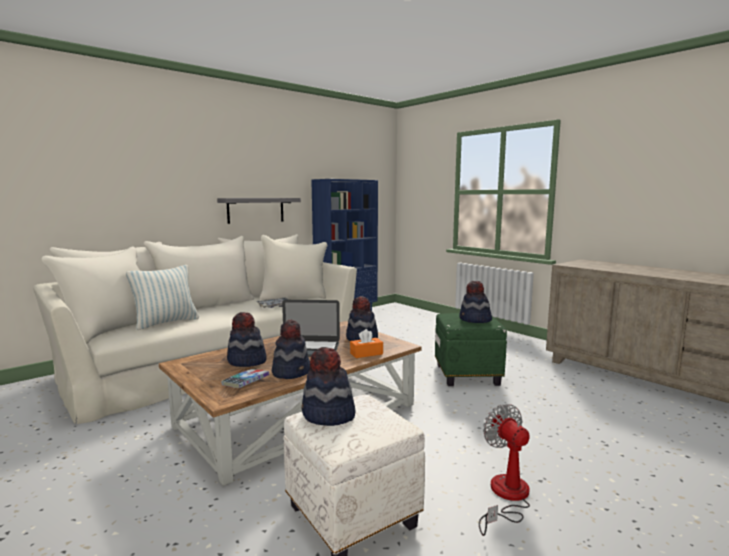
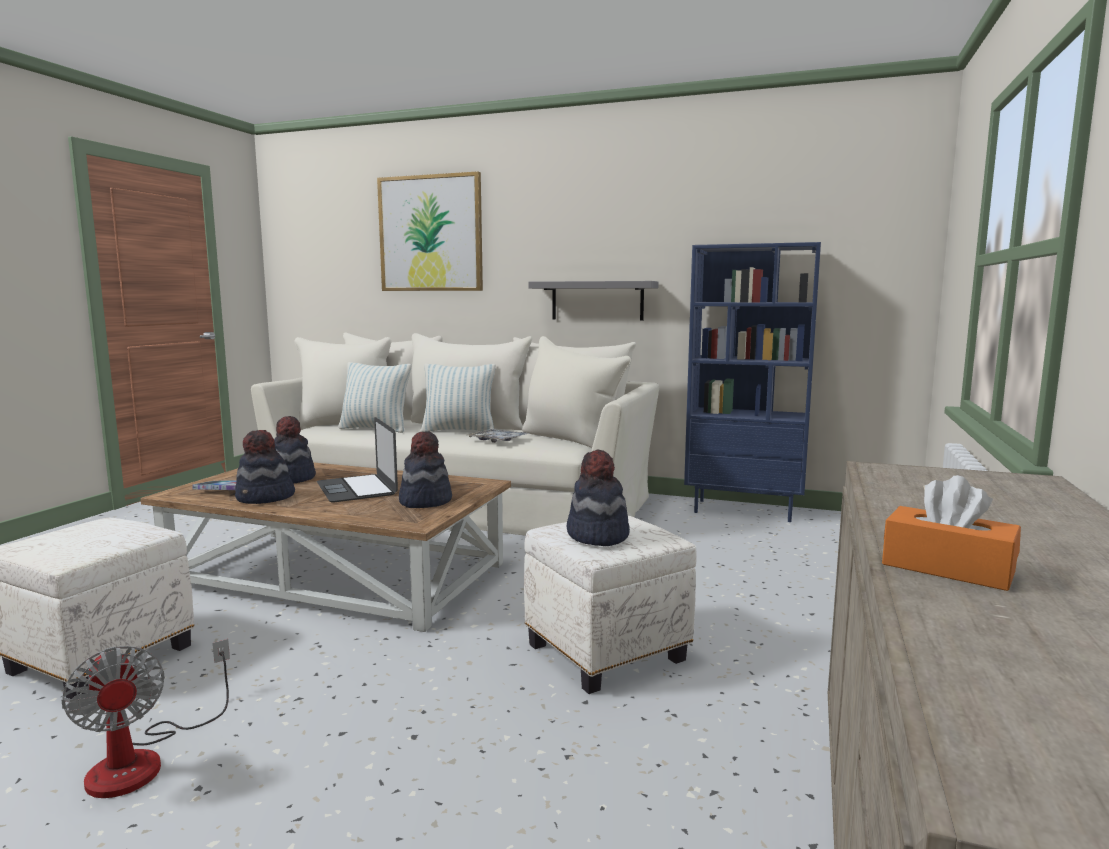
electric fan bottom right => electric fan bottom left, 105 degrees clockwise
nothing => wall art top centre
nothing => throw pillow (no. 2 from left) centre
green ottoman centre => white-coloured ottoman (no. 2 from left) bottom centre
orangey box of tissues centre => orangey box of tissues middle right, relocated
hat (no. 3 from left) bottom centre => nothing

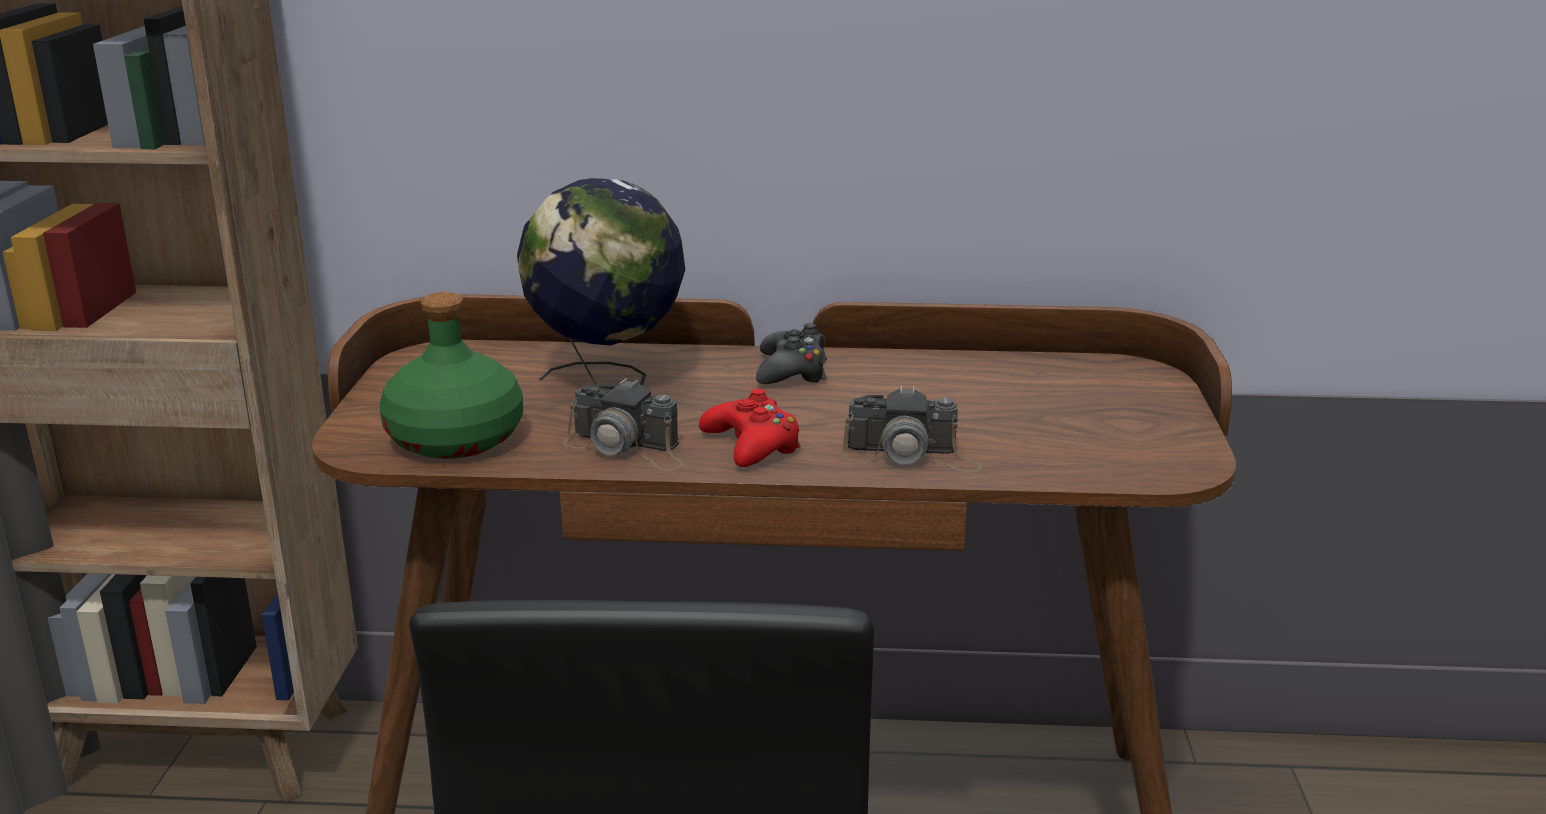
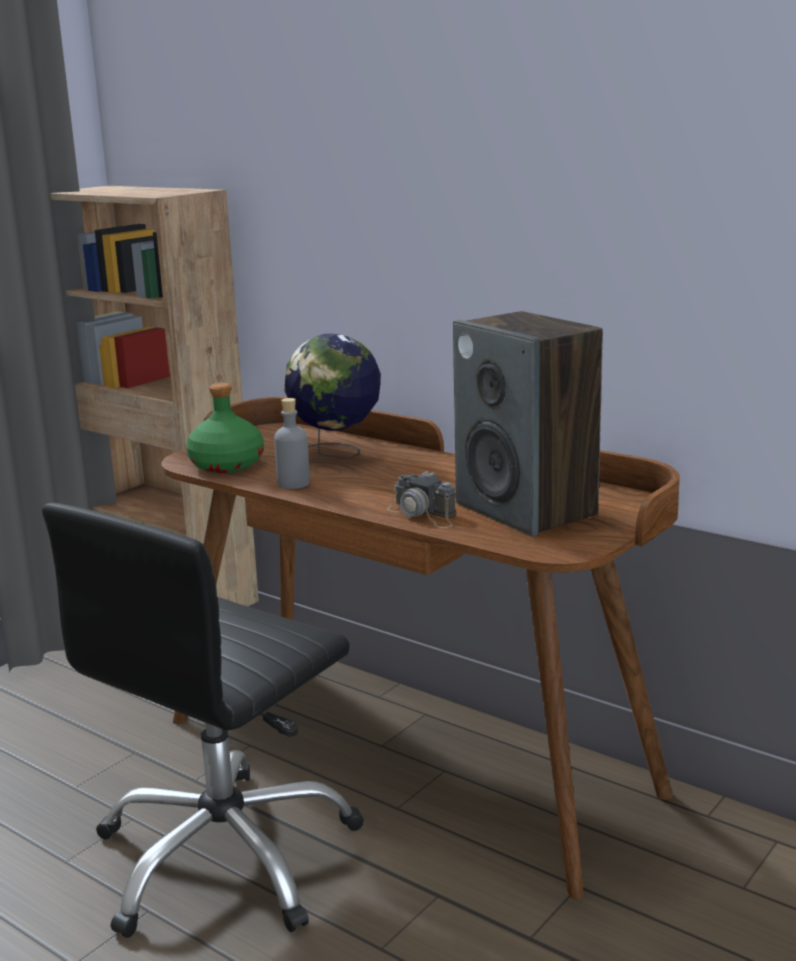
still camera (no. 1 from left) centre => gray drink bottle centre
nothing => speaker centre
red joypad centre => nothing
blackish joypad centre => nothing

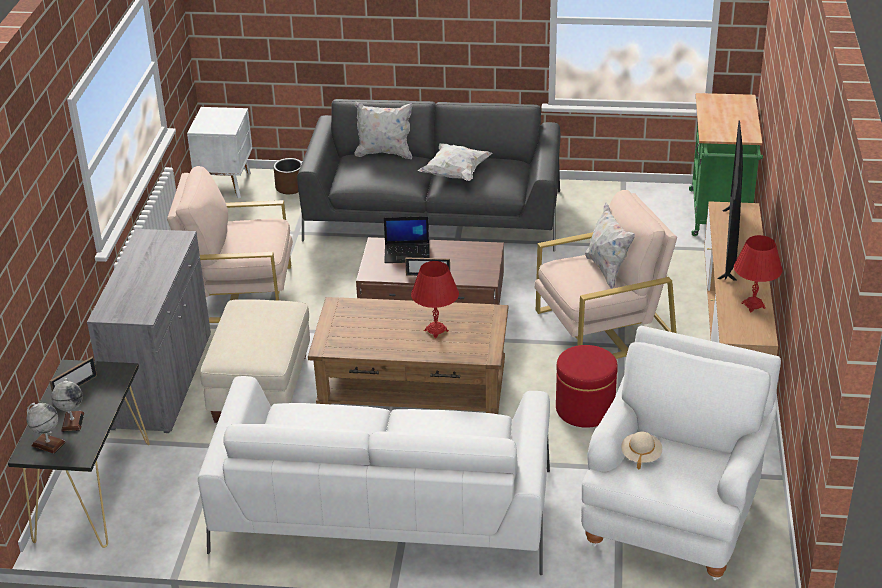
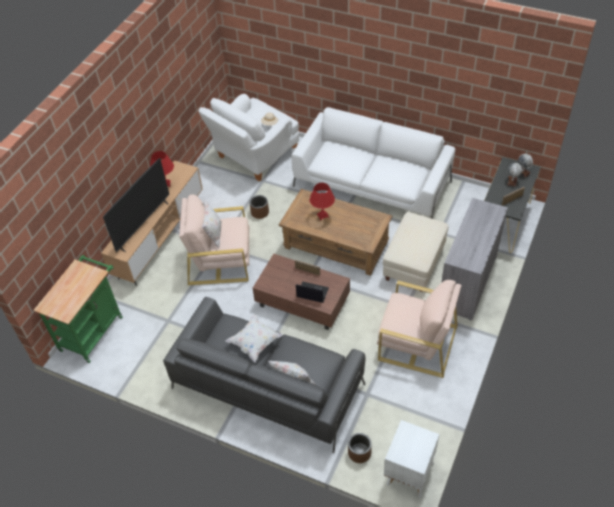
red ottoman centre => brown flower pot (no. 1 from left) centre

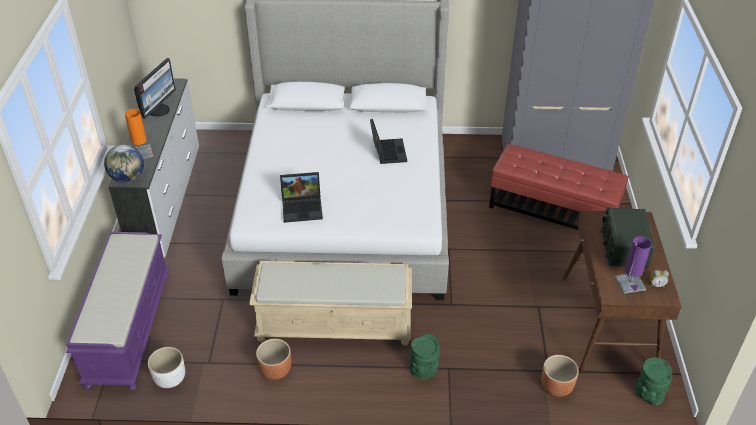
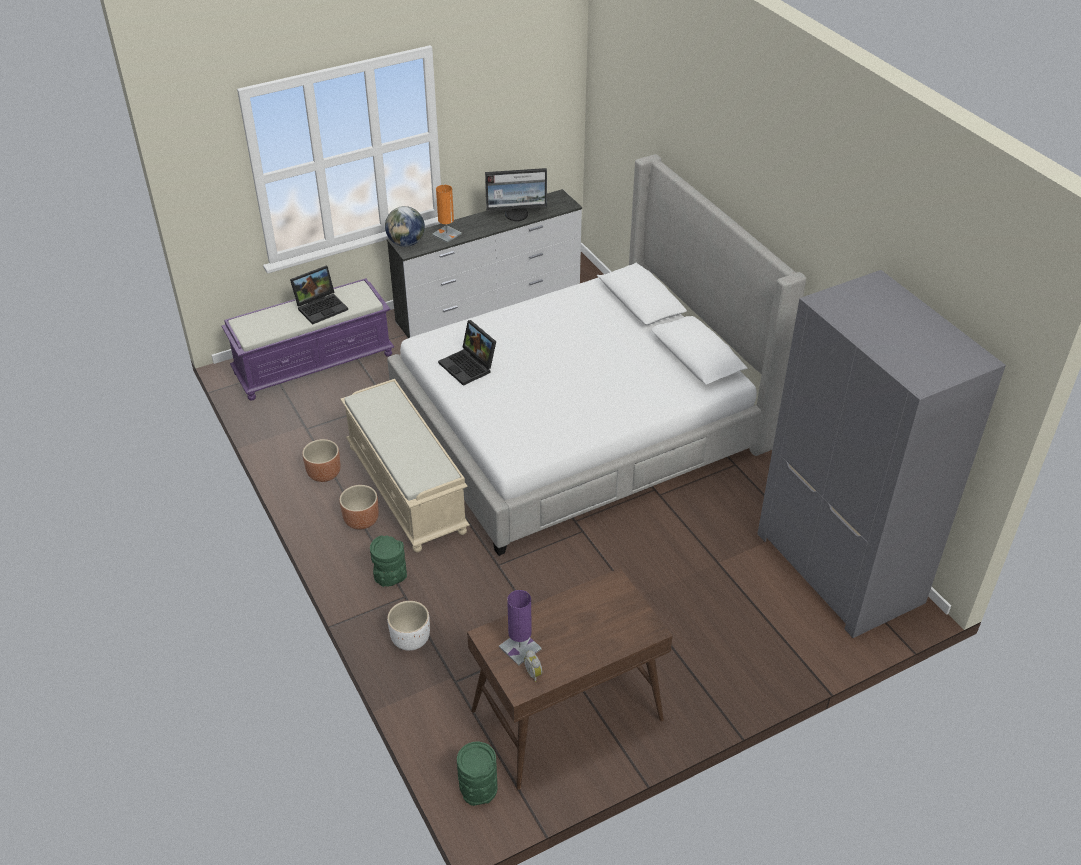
portable computer (no. 2 from left in the first image) top centre => portable computer (no. 1 from left) middle left, relocated
brown flower pot (no. 2 from left) bottom right => brown flower pot (no. 2 from left) middle left, relocated
white-coloured flower pot bottom left => white-coloured flower pot bottom centre, relocated
red ottoman middle right => nothing
radio receiver middle right => nothing

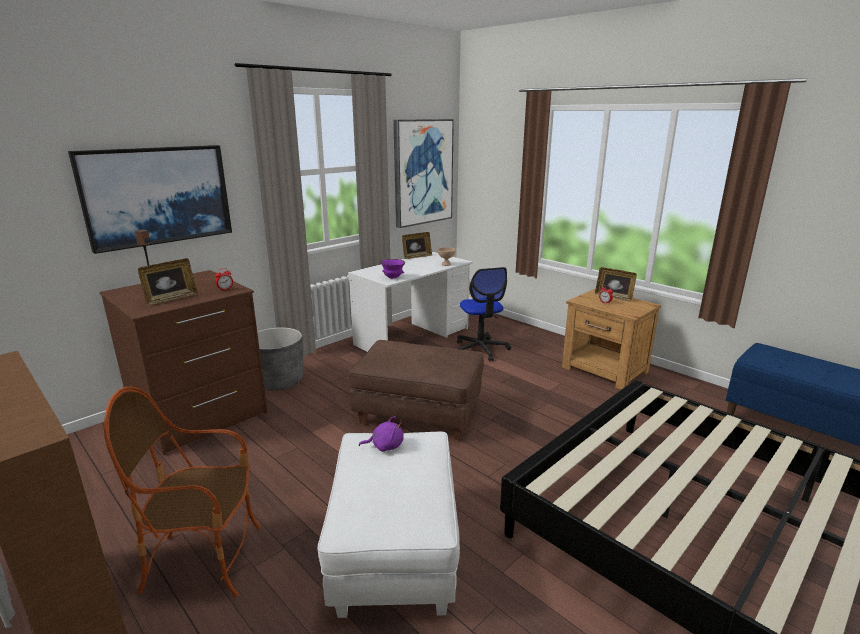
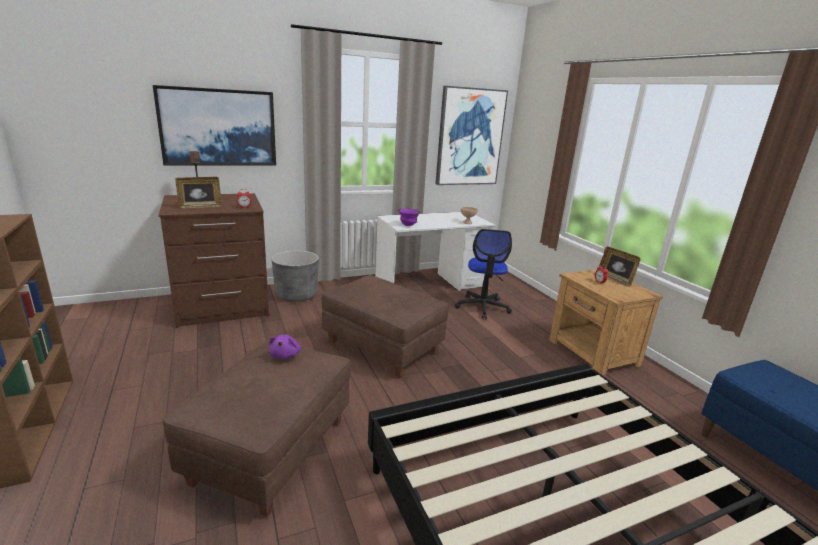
white-coloured ottoman bottom centre => brown ottoman (no. 1 from left) bottom left
purplish plush toy bottom centre => purplish plush toy centre, 75 degrees clockwise
lounge chair bottom left => nothing
photo frame (no. 2 from left) centre => nothing

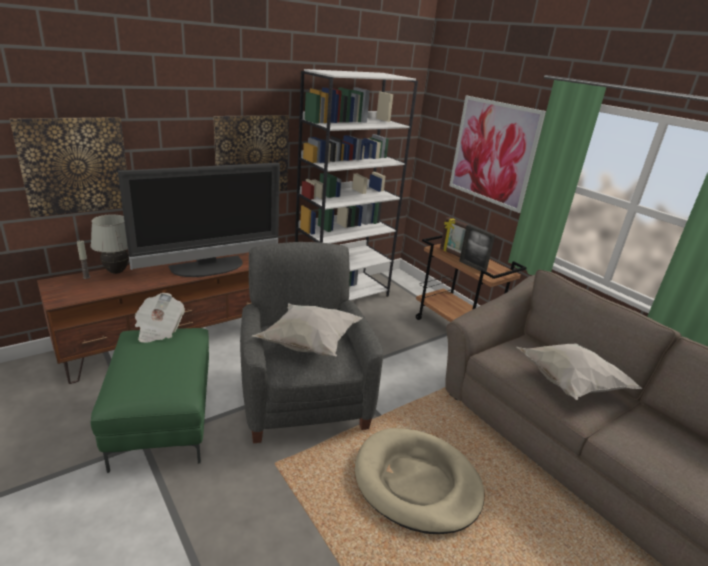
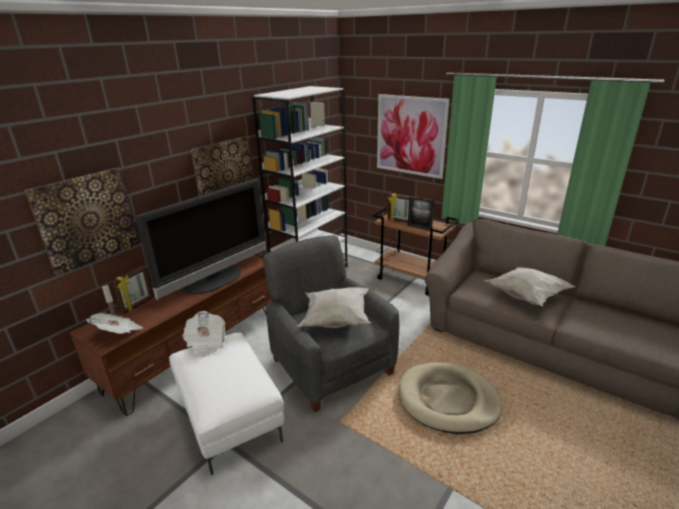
nothing => daily paper (no. 1 from left) middle left
white-coloured lamp for a table middle left => photo frame (no. 1 from left) middle left
green ottoman bottom left => white-coloured ottoman bottom left

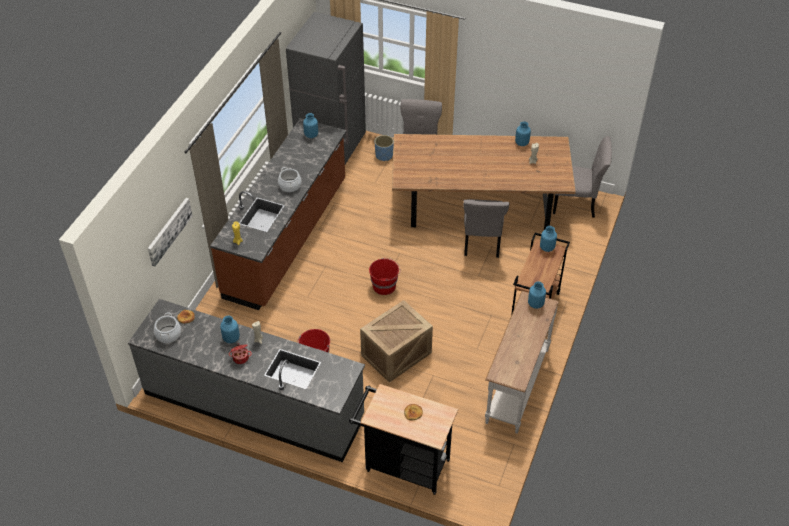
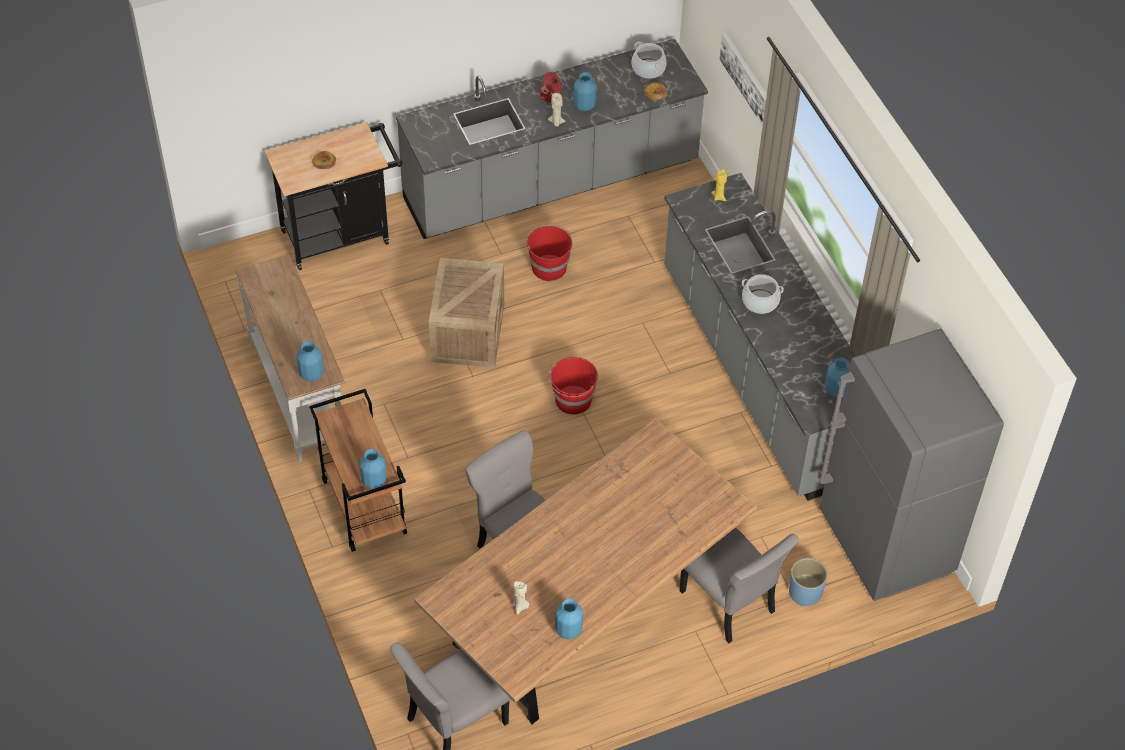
brown kitchen base unit centre => gray kitchen base unit (no. 2 from left) middle right

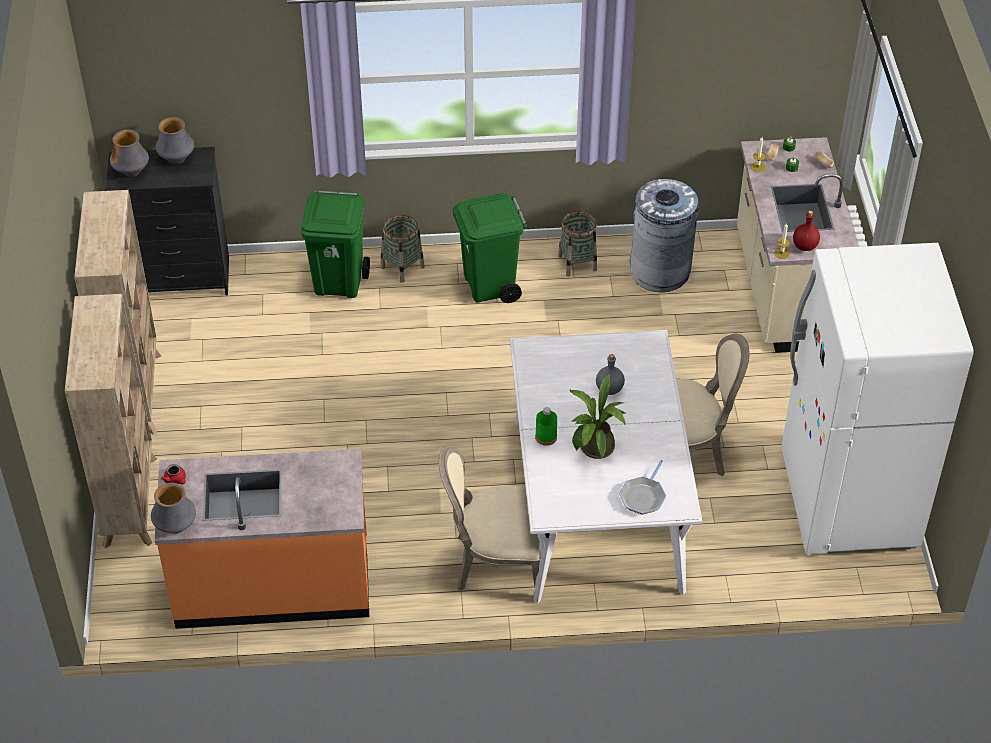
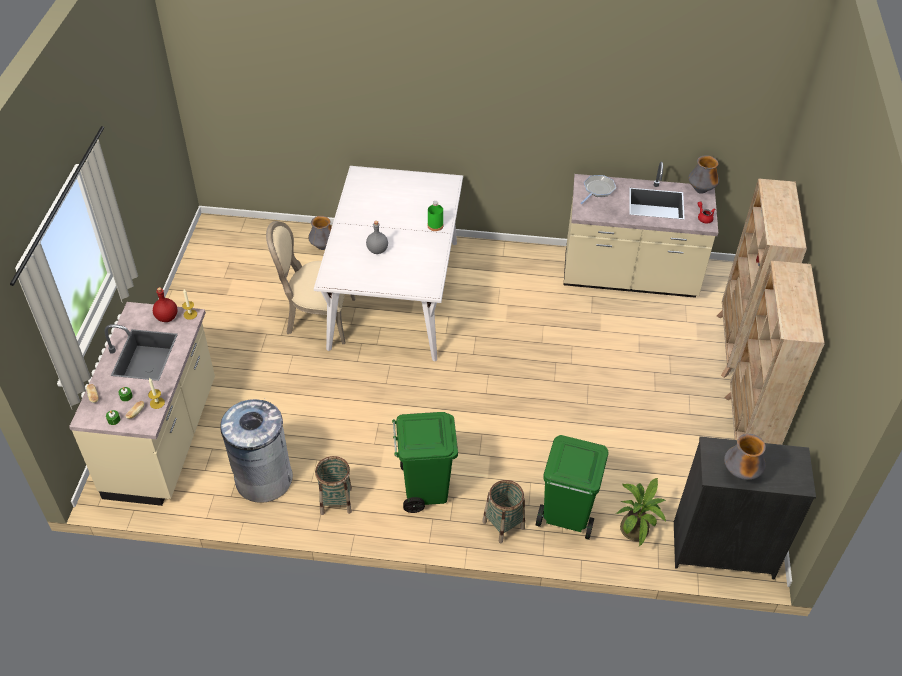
flower vase (no. 1 from left) top left => flower vase (no. 1 from left) centre, relocated
orangey kitchen base unit bottom left => beige kitchen base unit (no. 2 from left) middle right
pan centre => pan top centre, relocated
potted plant centre => potted plant bottom right, relocated
beige plain chair (no. 1 from left) bottom centre => nothing
white-coloured fridge middle right => nothing

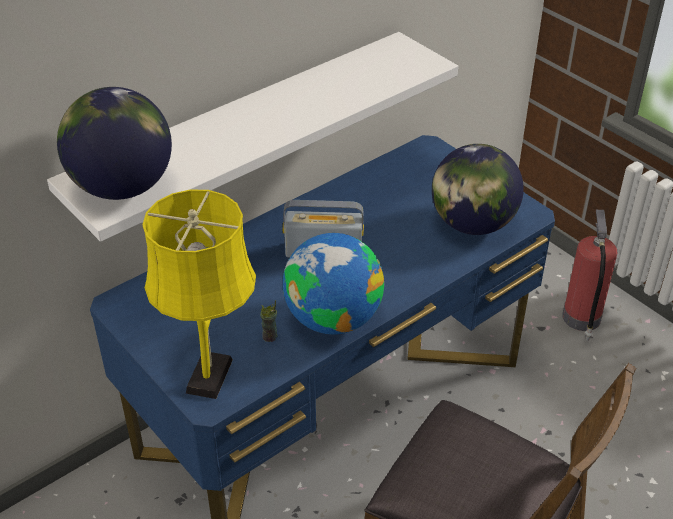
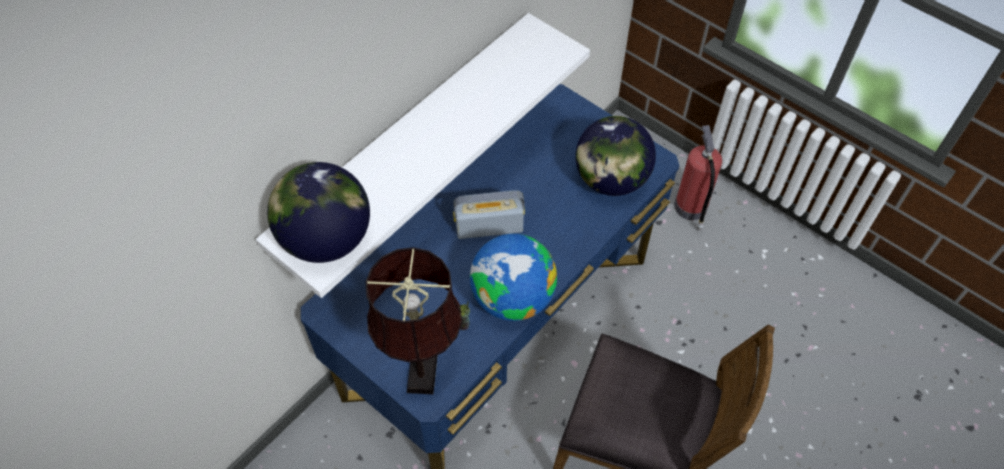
yellowish lamp for a table middle left => brown lamp for a table bottom centre

